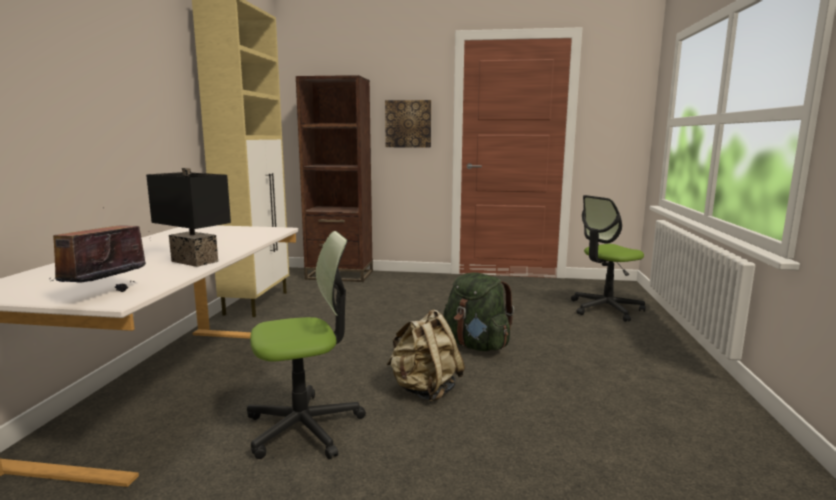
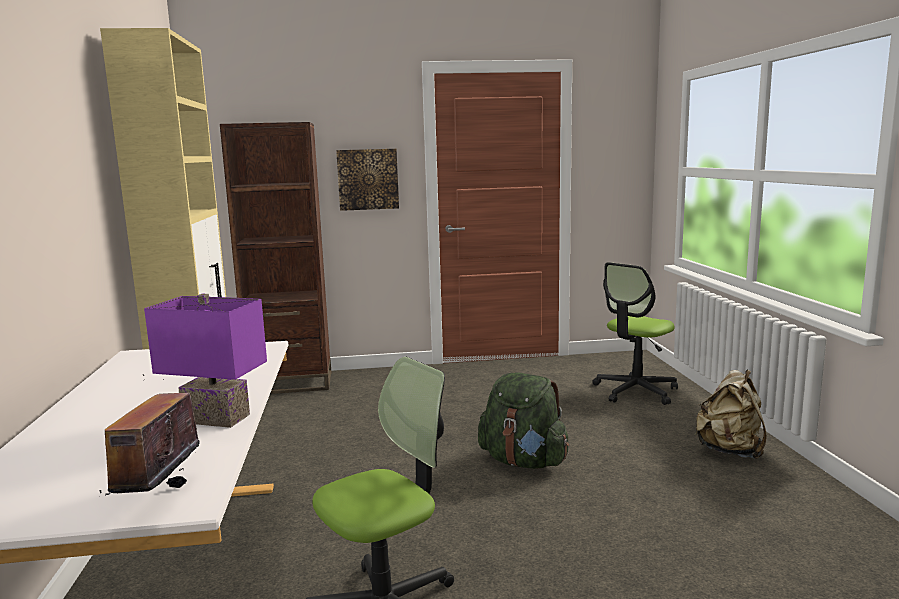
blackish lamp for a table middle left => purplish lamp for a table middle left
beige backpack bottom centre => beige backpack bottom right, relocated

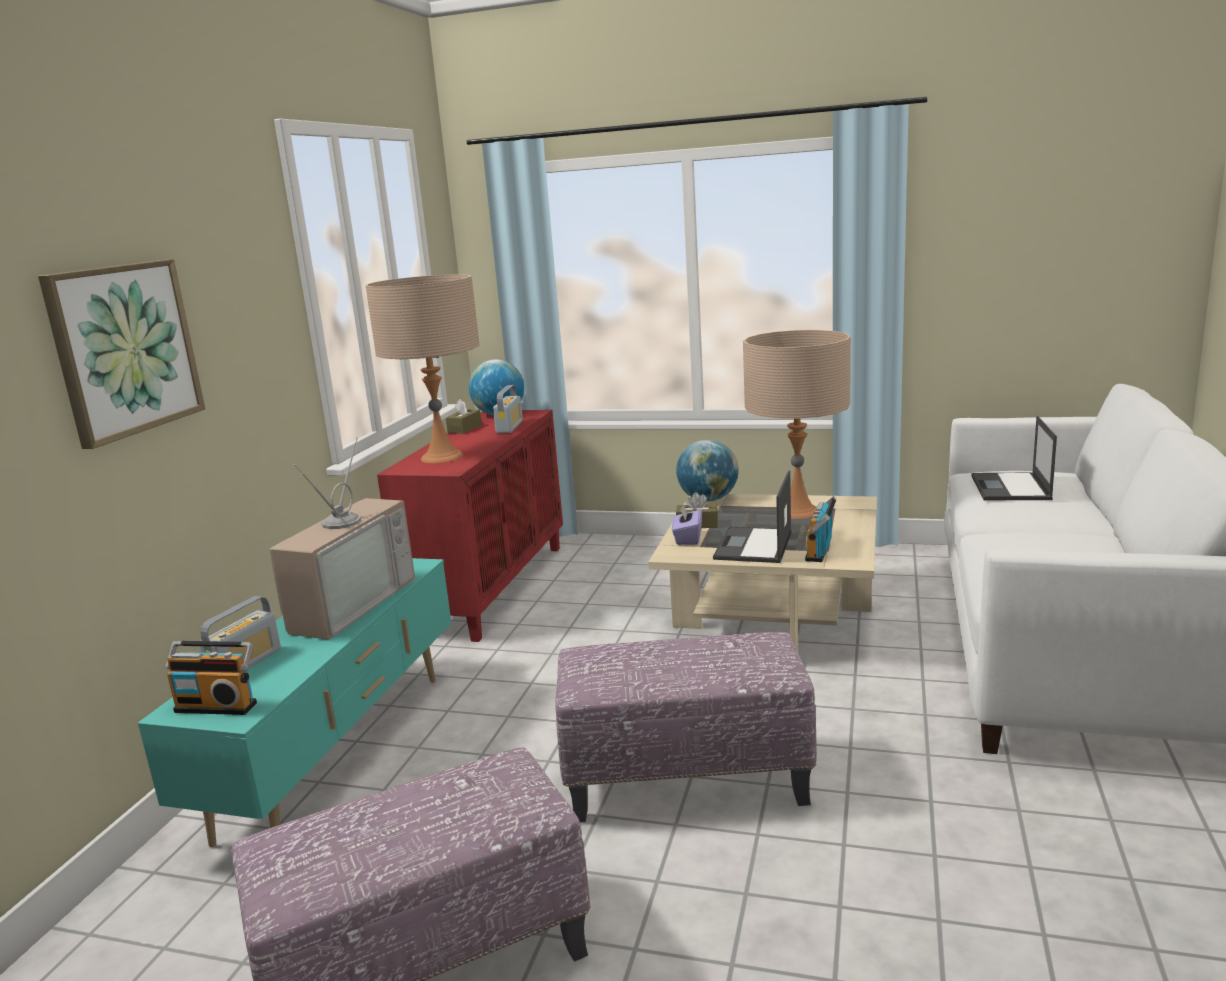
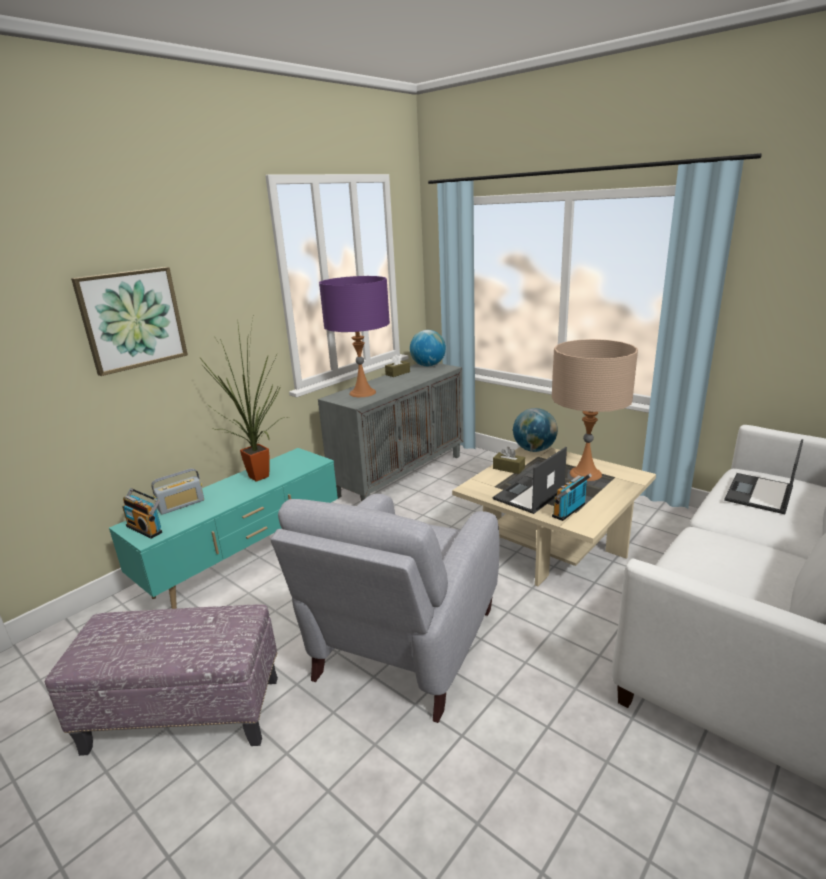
TV set middle left => potted plant middle left
ottoman (no. 2 from left) bottom centre => gray lounge chair bottom centre
red cabinet centre => gray cabinet centre
beige lamp for a table (no. 1 from left) centre => purplish lamp for a table centre
radio receiver (no. 3 from left) centre => nothing
purplish box of tissues centre => nothing

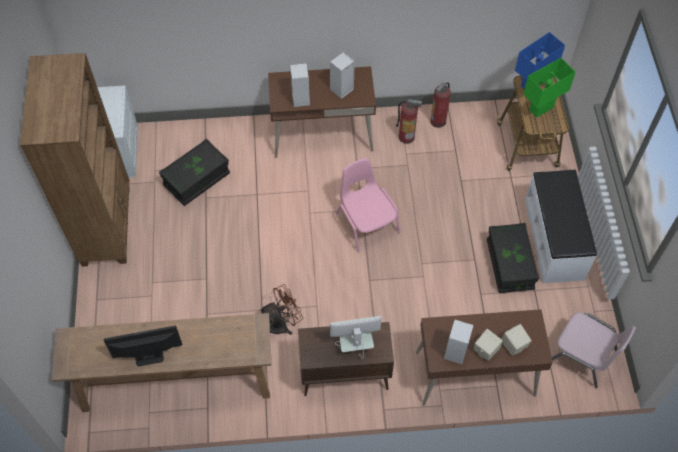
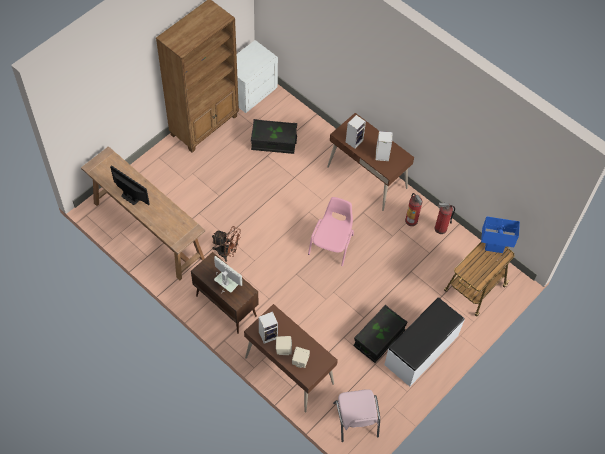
green lamp for a table top right => nothing

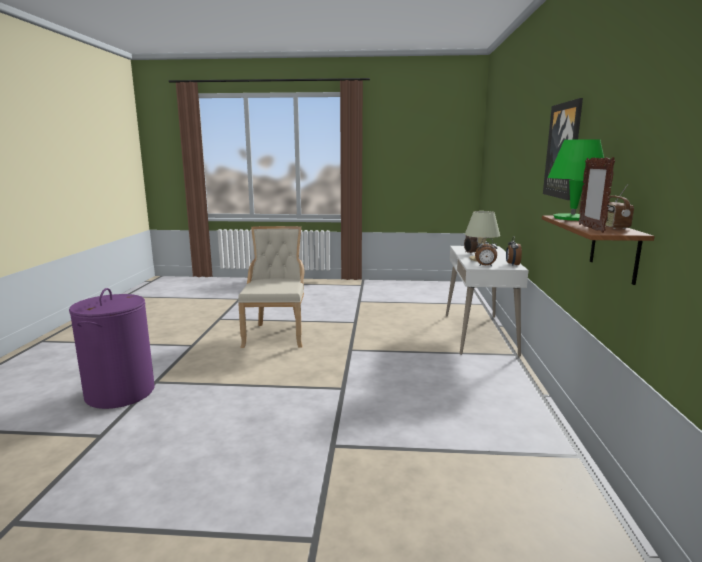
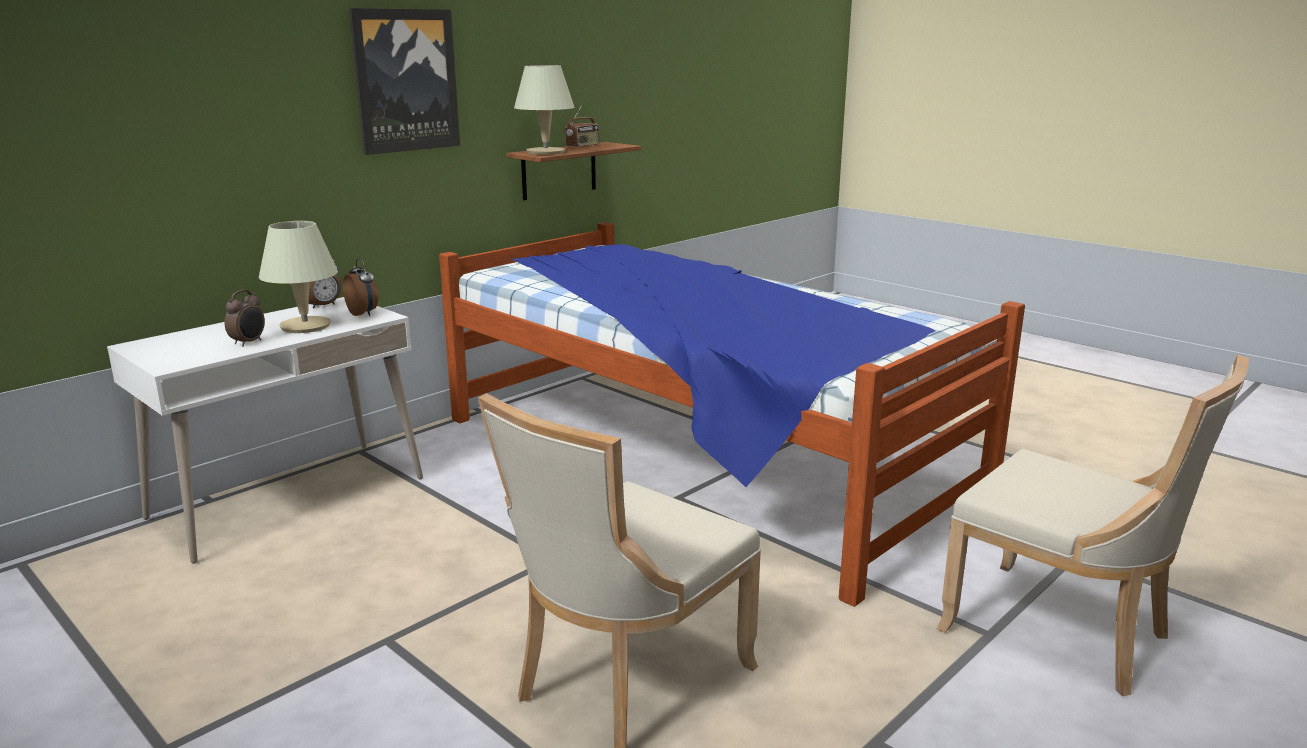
nothing => sleeping bed centre
green lamp for a table top right => beige lamp for a table (no. 2 from left) top centre
purplish laundry basket middle left => beige plain chair (no. 2 from left) bottom right
photo frame middle right => nothing

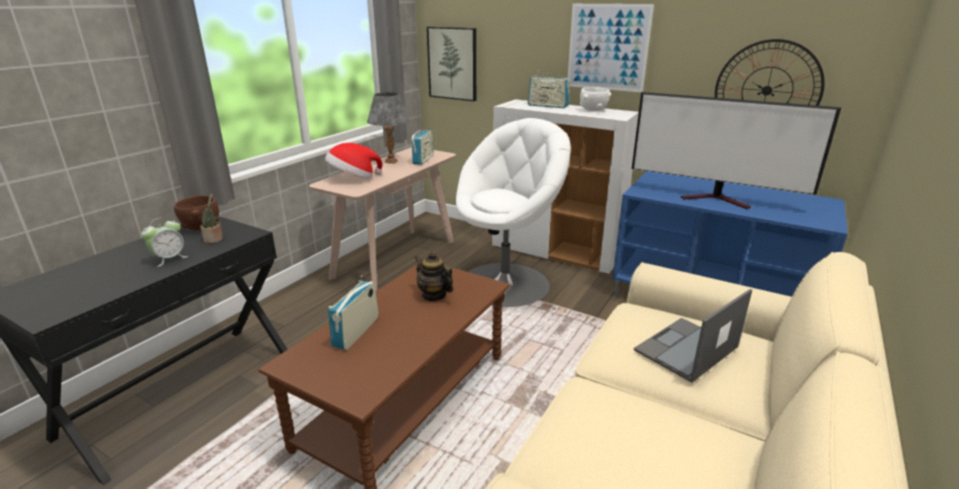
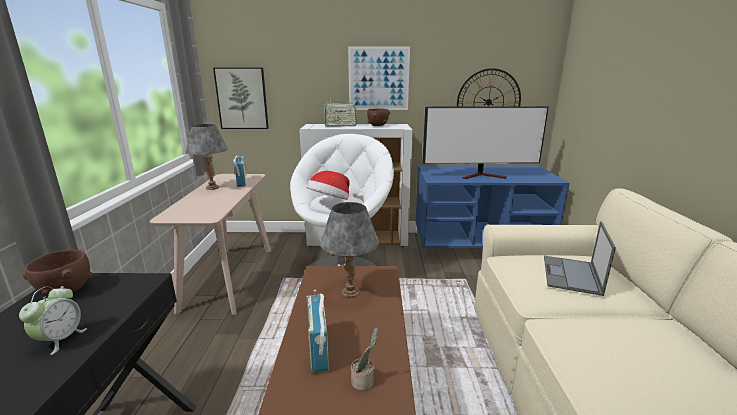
hat top centre => hat centre, relocated
pot for tea centre => gray lamp for a table (no. 2 from left) centre
potted plant middle left => potted plant bottom centre, relocated
white-coloured serving bowl top centre => brown serving bowl (no. 2 from left) top centre

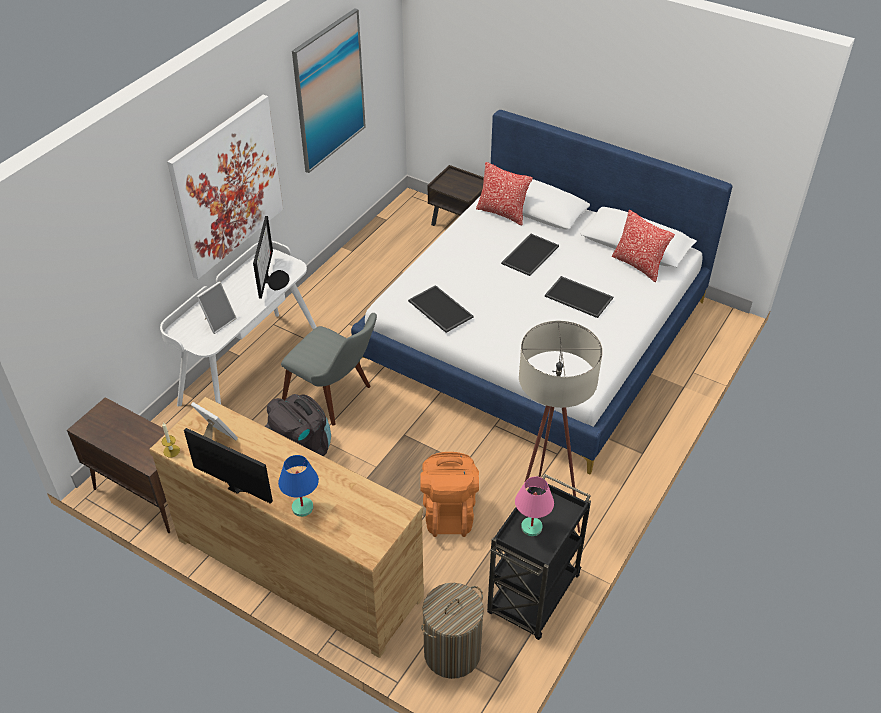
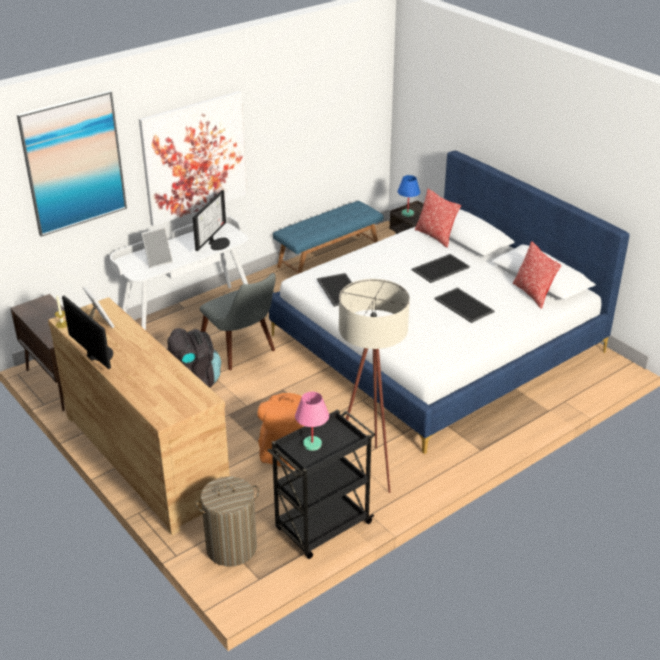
wall art (no. 2 from left in the first image) top centre => wall art (no. 1 from left) top left, relocated
nothing => blue long seat centre
blue lamp for a table bottom centre => blue lamp for a table top centre, relocated

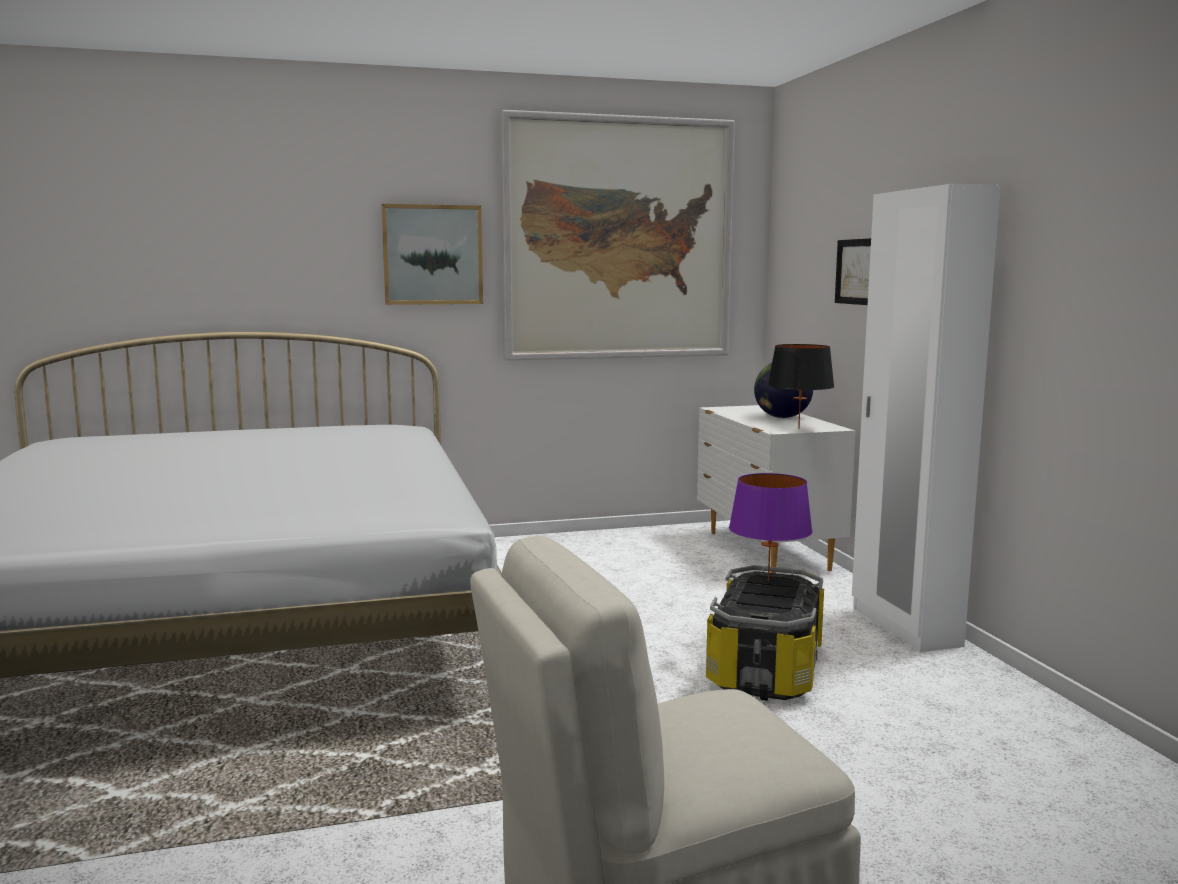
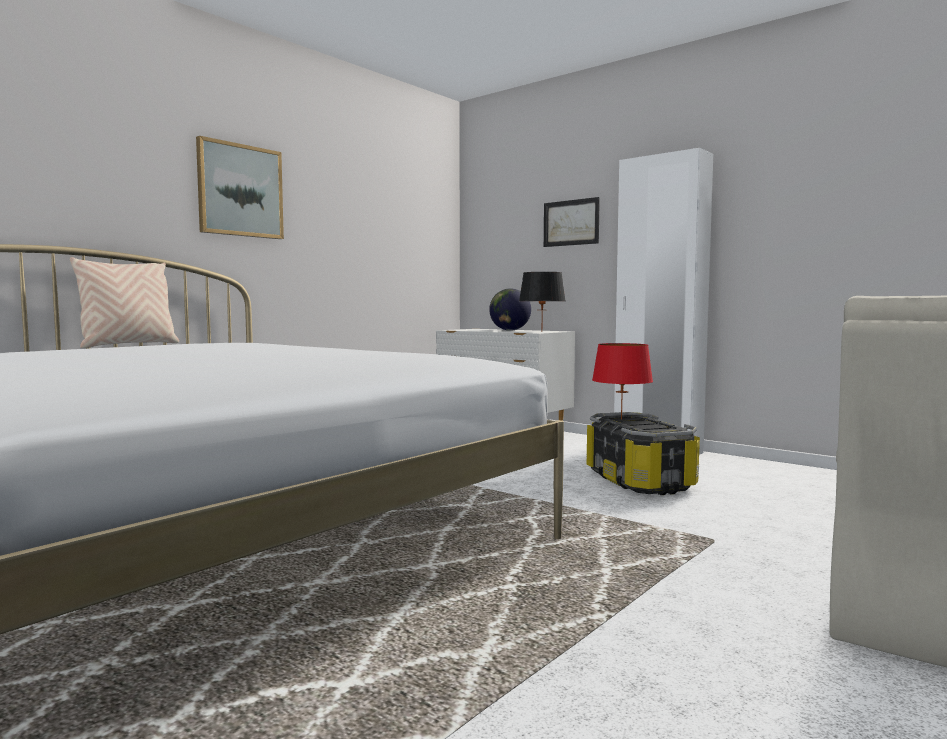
nothing => beige throw pillow middle left
purplish lamp for a table centre => red lamp for a table centre
wall art (no. 2 from left) top centre => nothing

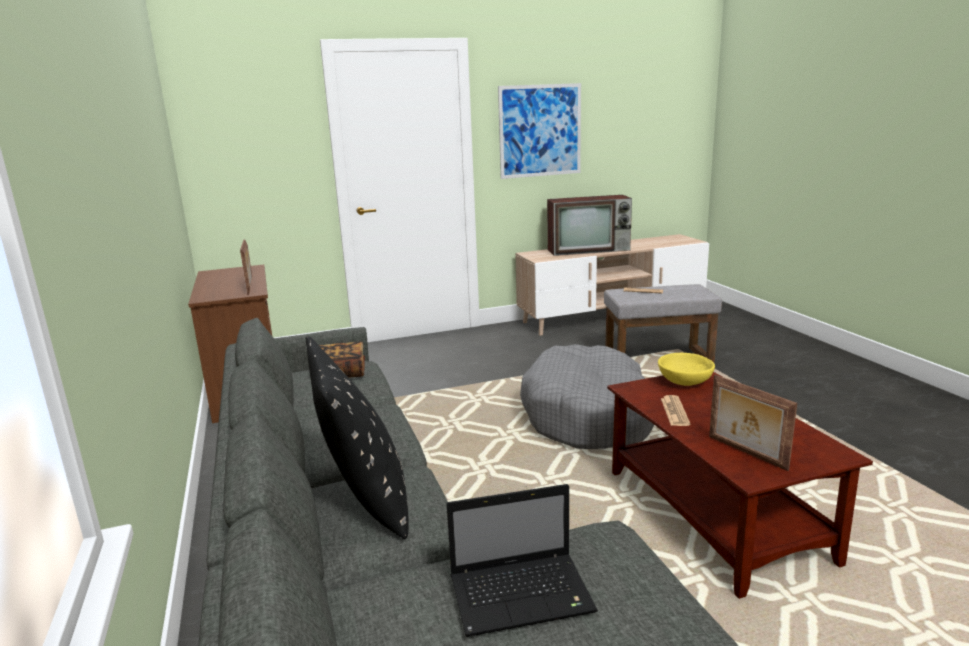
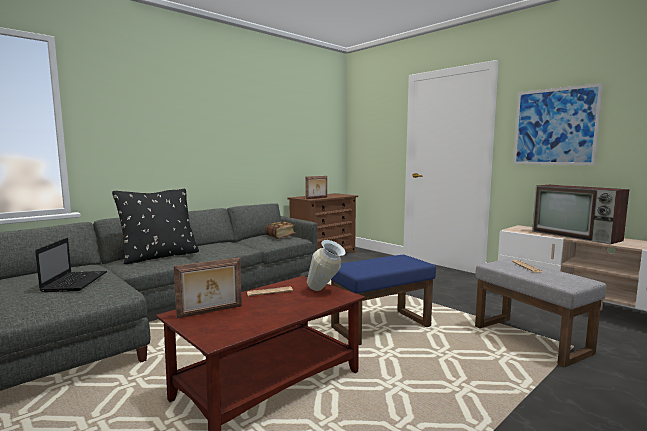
portable computer bottom centre => portable computer middle left, 150 degrees counterclockwise
photo frame (no. 2 from left in the first image) middle right => photo frame (no. 1 from left) bottom left, 150 degrees counterclockwise
yellowish serving bowl middle right => flower vase centre
gray pet bed centre => blue ottoman bottom centre

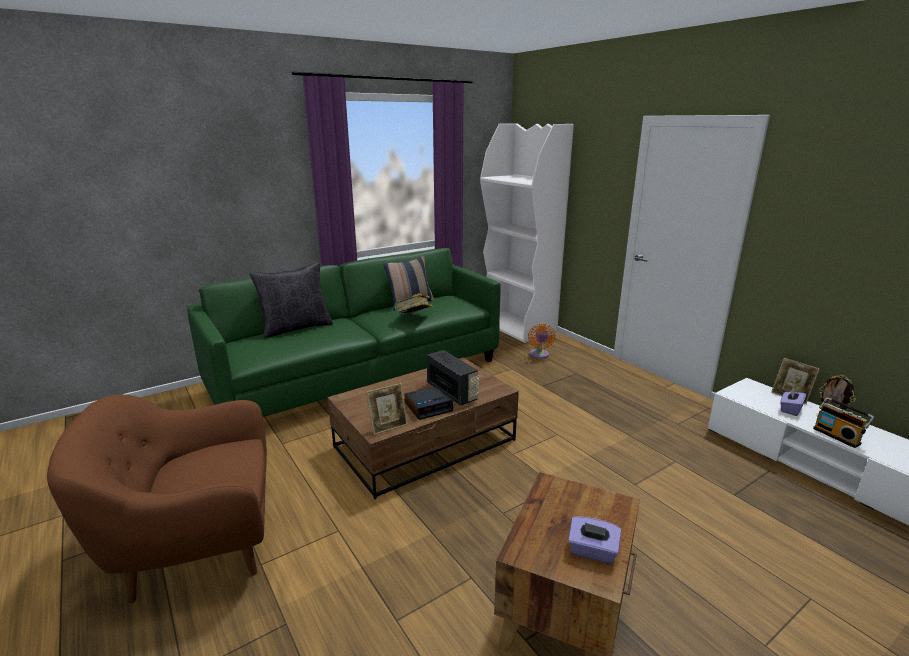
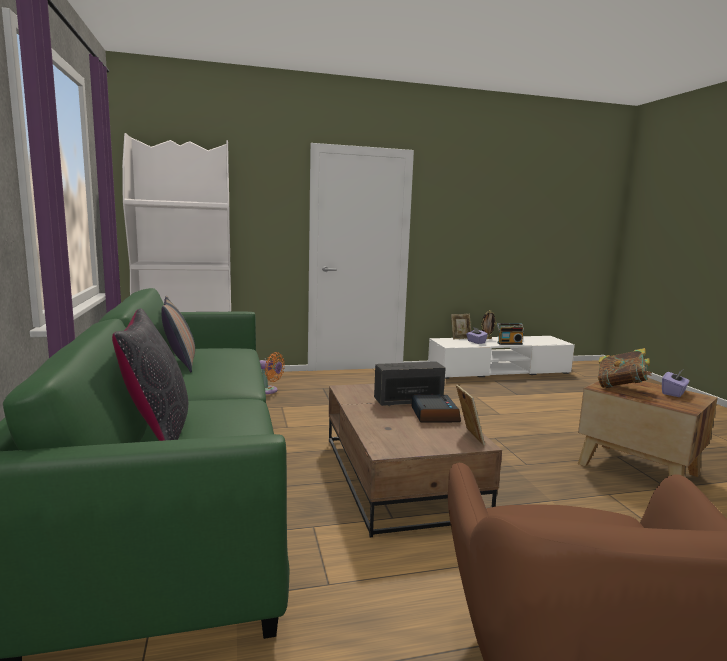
bound book centre => bound book middle right, relocated

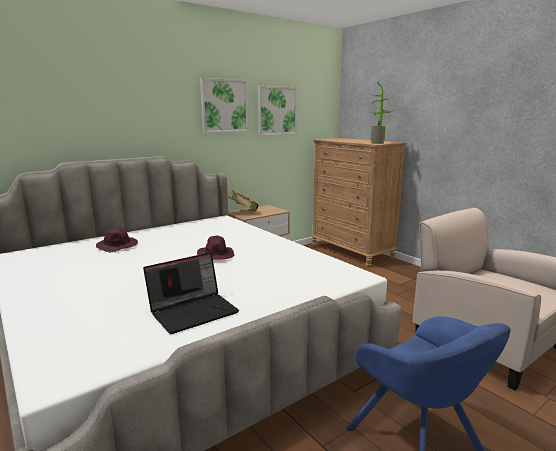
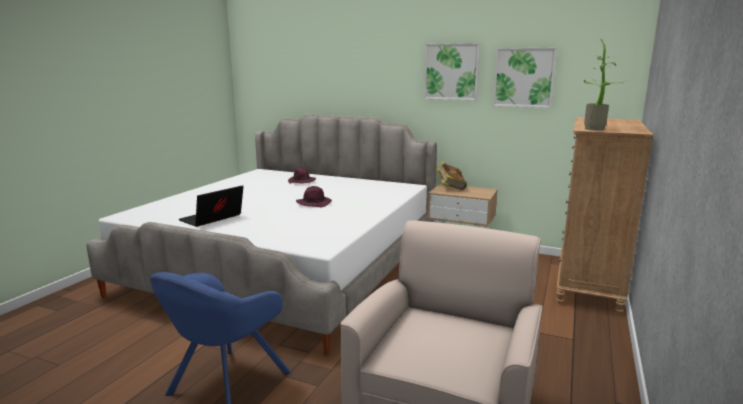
portable computer centre => portable computer middle left, 105 degrees clockwise

